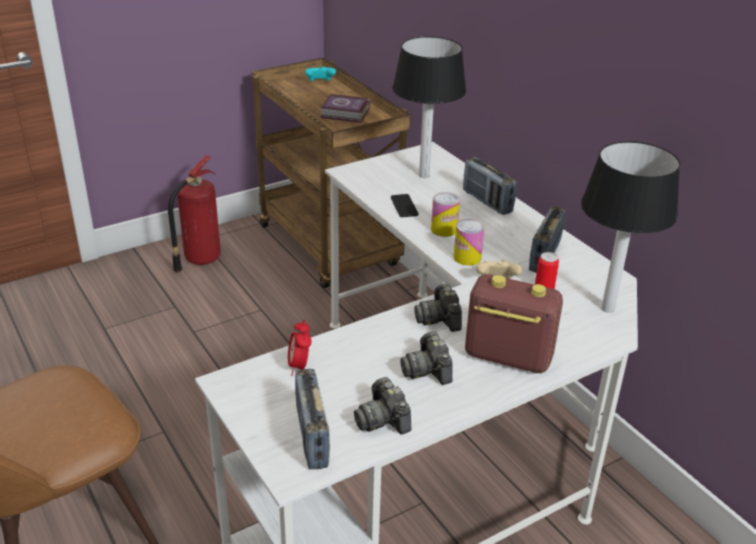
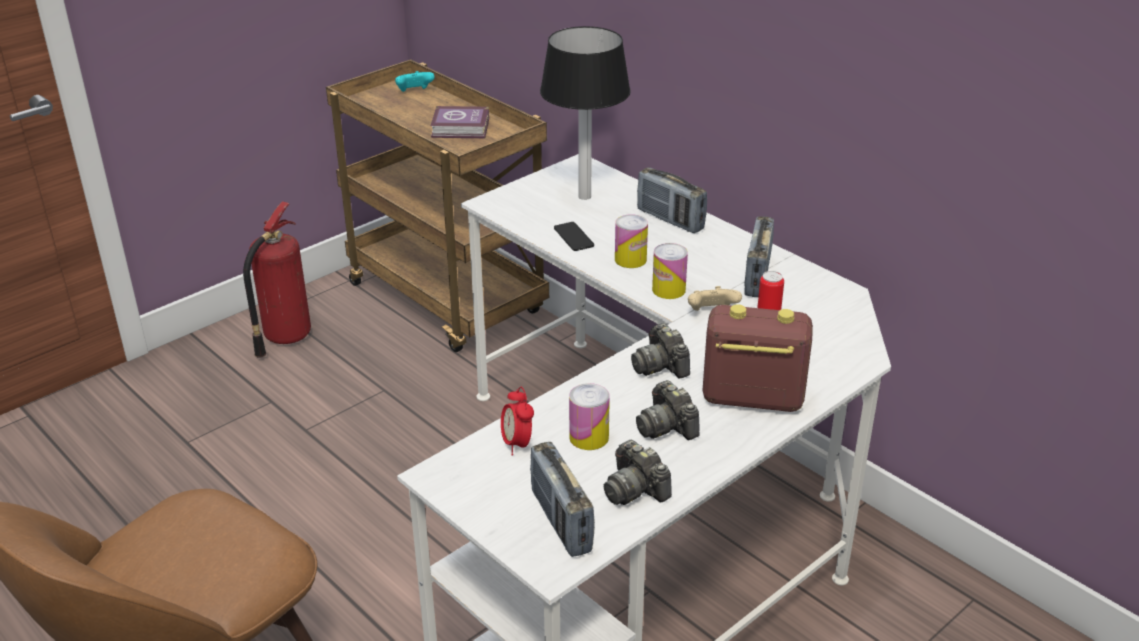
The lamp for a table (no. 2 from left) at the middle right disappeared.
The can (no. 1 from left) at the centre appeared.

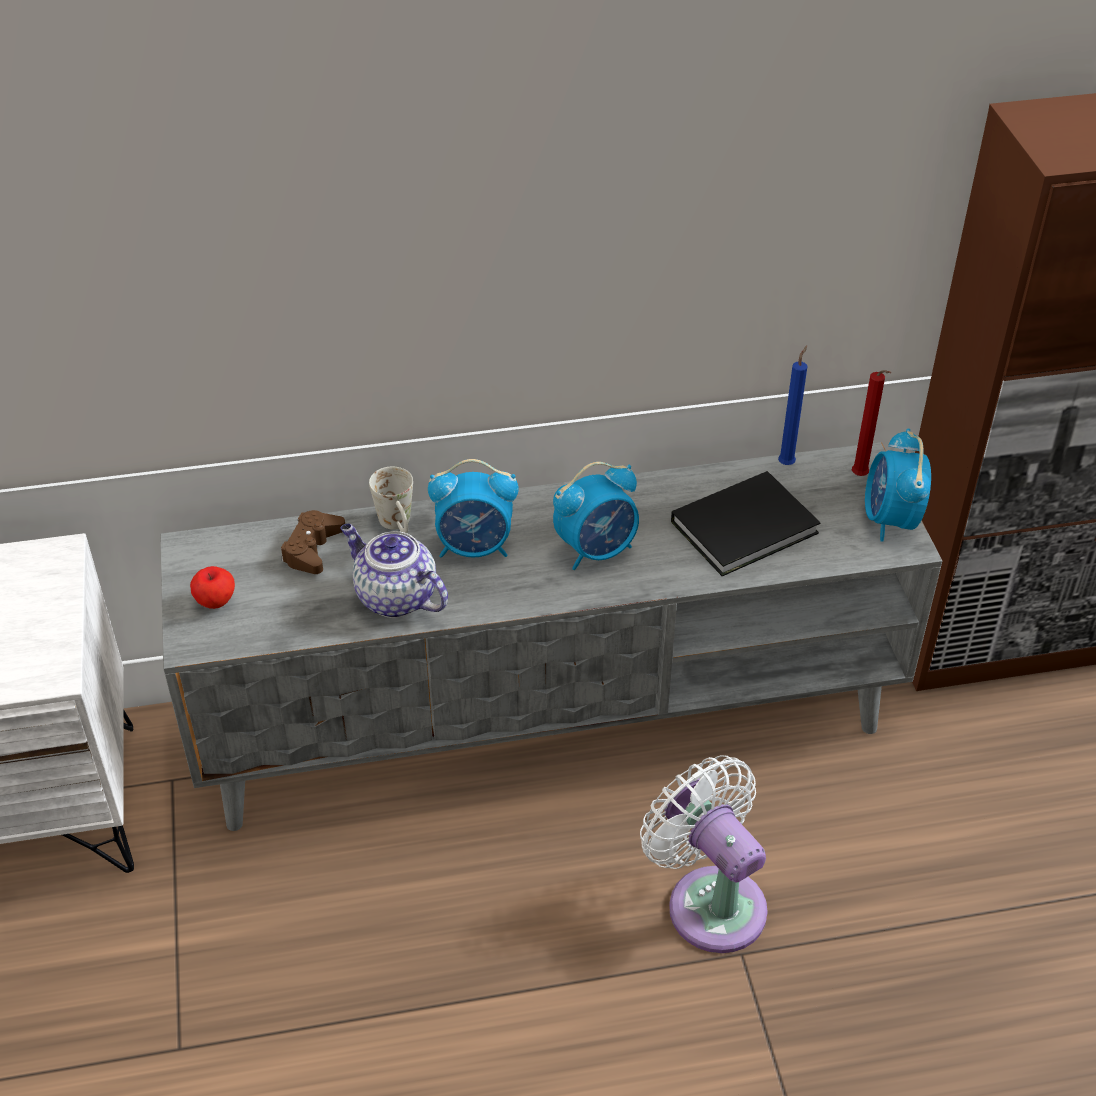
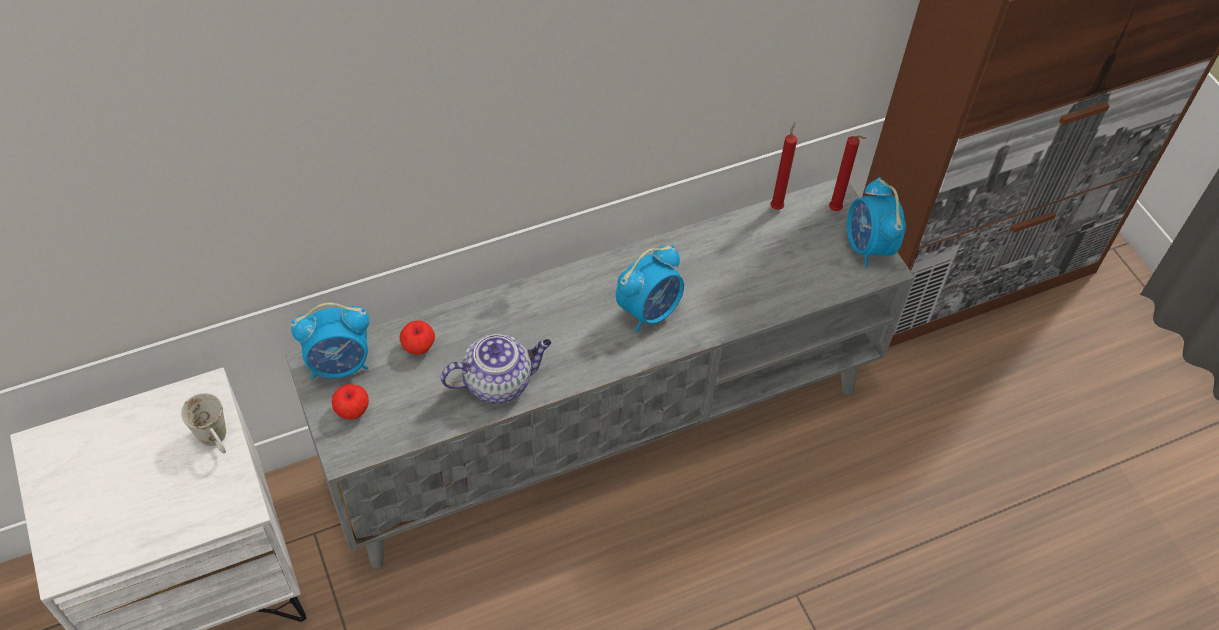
The cooling fan (white-coloured) at the bottom centre disappeared.
The bound book (blackish) at the middle right disappeared.
The coffee mug (white-coloured) moved from the centre to the bottom left.
The alarm clock (no. 1 from left) moved from the centre to the middle left.
The gamepad (brownish) at the middle left was replaced by the apple fruit (no. 2 from left) at the centre.
The wax candle (blue) at the middle right became the wax candle (reddish) (no. 1 from left) at the top centre.
The teapot at the centre turned 135 degrees clockwise.

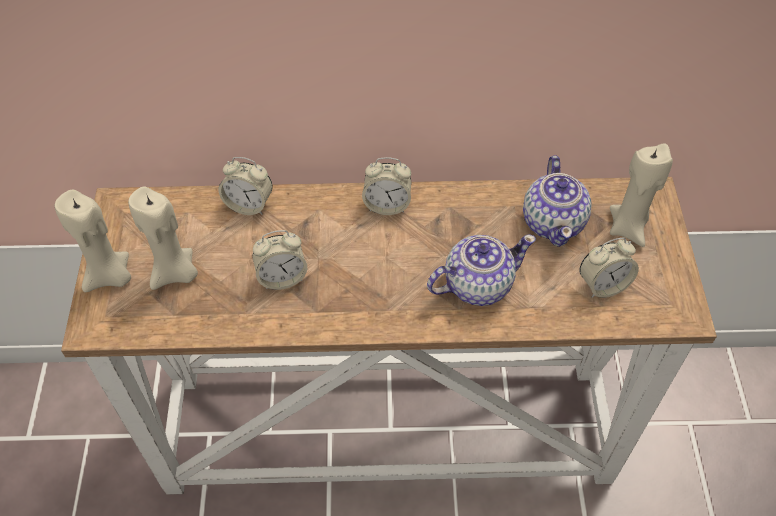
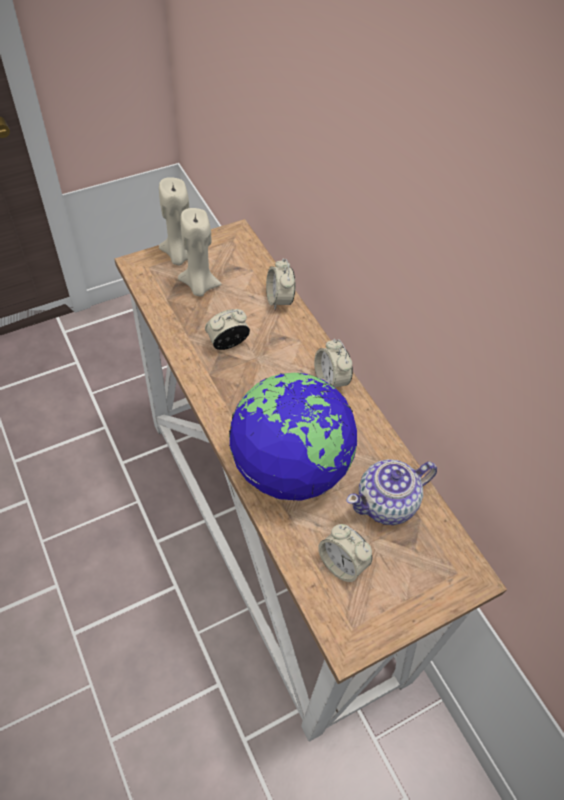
The wax candle (beige-coloured) (no. 3 from left) at the middle right disappeared.
The teapot (no. 1 from left) at the centre was replaced by the globe at the centre.
The alarm clock (no. 2 from left in the first image) at the centre turned 105 degrees clockwise.

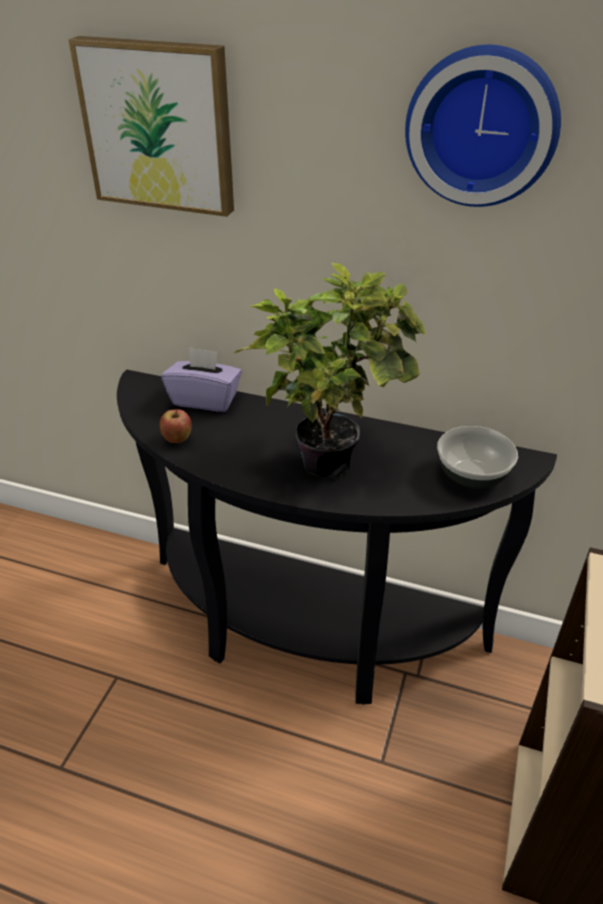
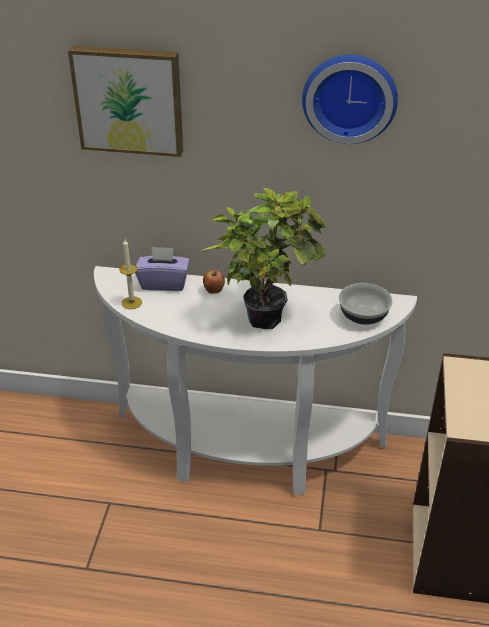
The wax candle at the middle left appeared.
The apple fruit moved from the middle left to the centre.
The narrow table (blackish) at the centre became the narrow table (white-coloured) at the centre.

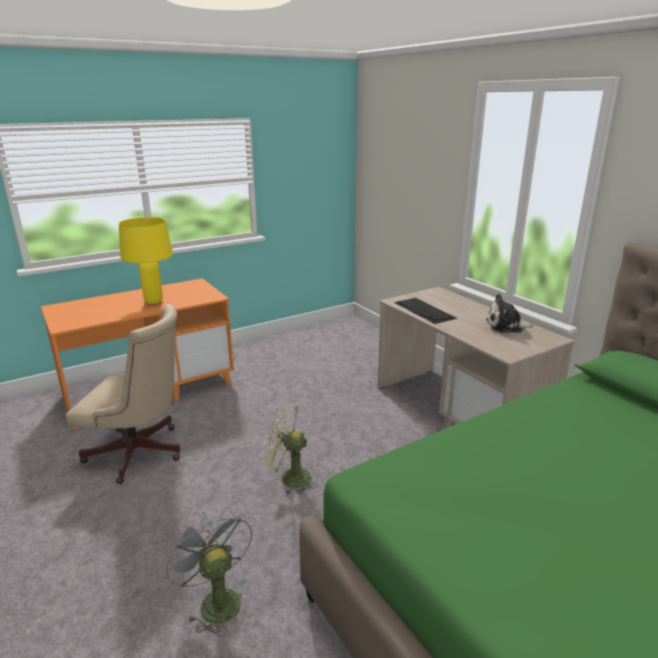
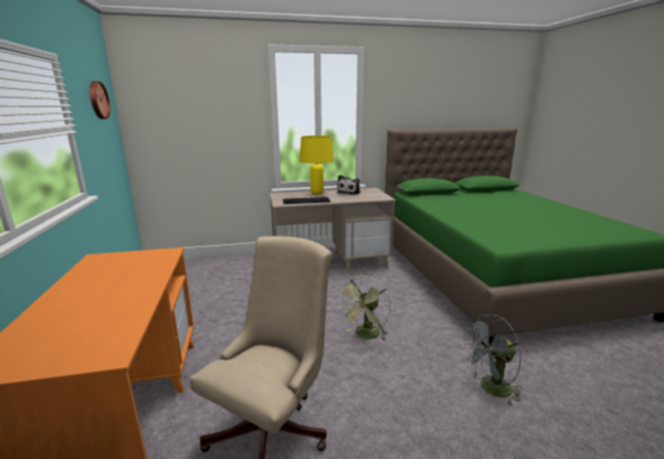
The hanging clock at the top left appeared.
The lamp for a table (yellow-coloured) moved from the middle left to the centre.

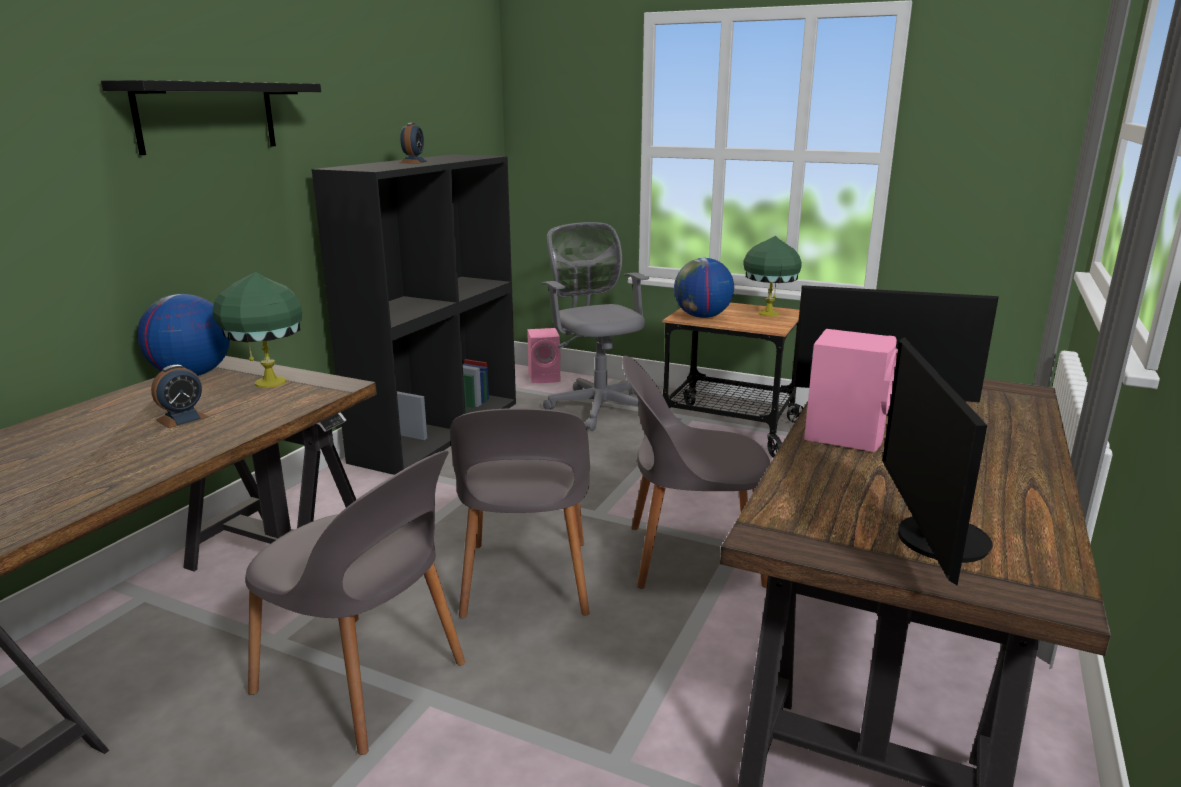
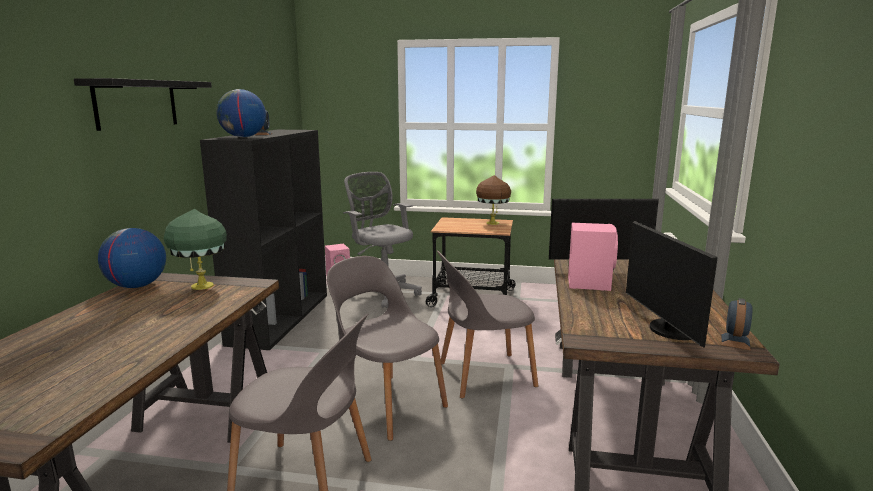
The alarm clock (no. 1 from left in the first image) moved from the middle left to the middle right.
The globe (no. 2 from left) moved from the centre to the top left.
The lamp for a table (green) (no. 2 from left) at the centre became the lamp for a table (brownish) at the centre.
The upright chair (gray) (no. 2 from left) at the centre turned 150 degrees clockwise.

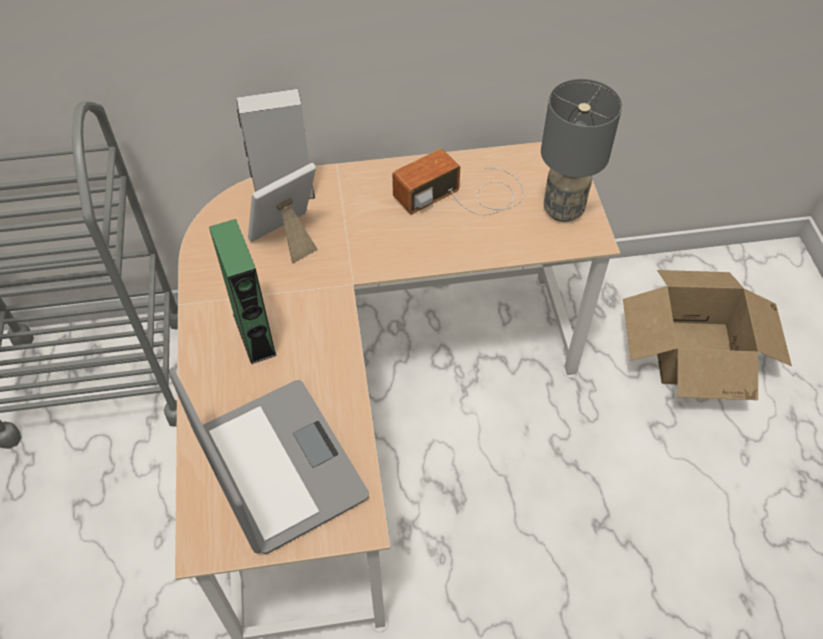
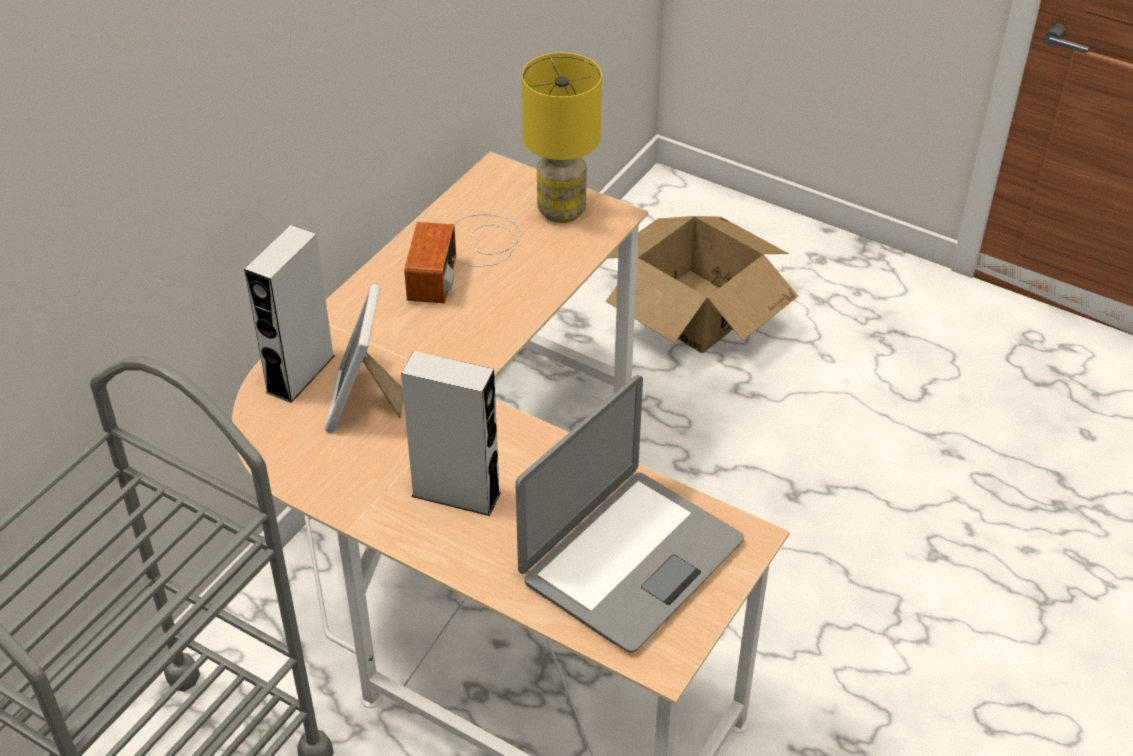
The speaker (green) at the middle left became the speaker (gray) (no. 2 from left) at the centre.
The lamp for a table (gray) at the top right became the lamp for a table (yellow-coloured) at the top centre.
The notebook computer at the bottom left turned 120 degrees clockwise.

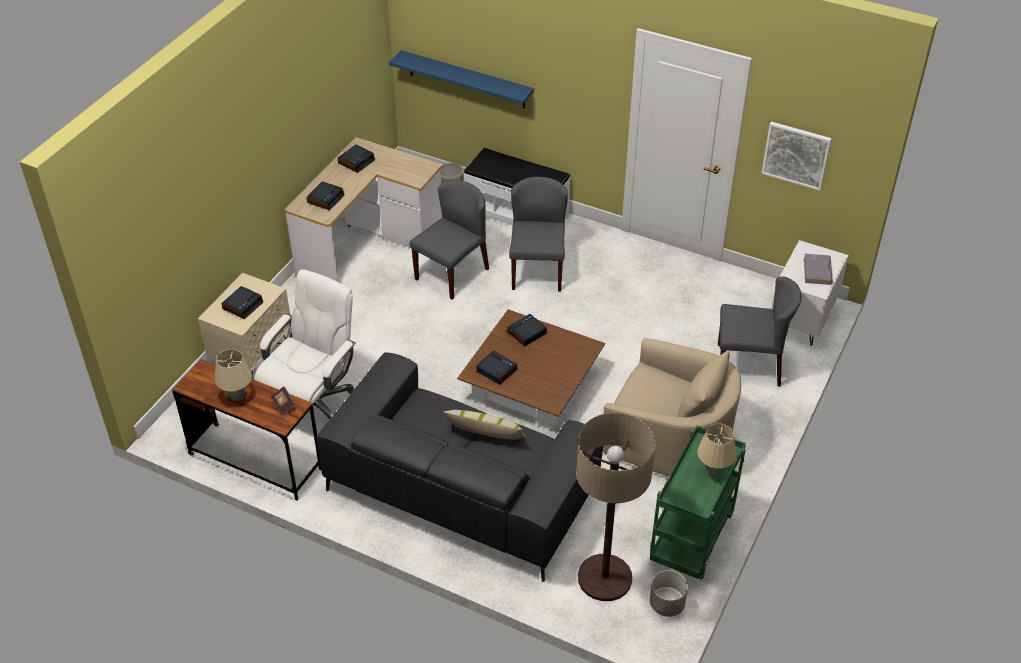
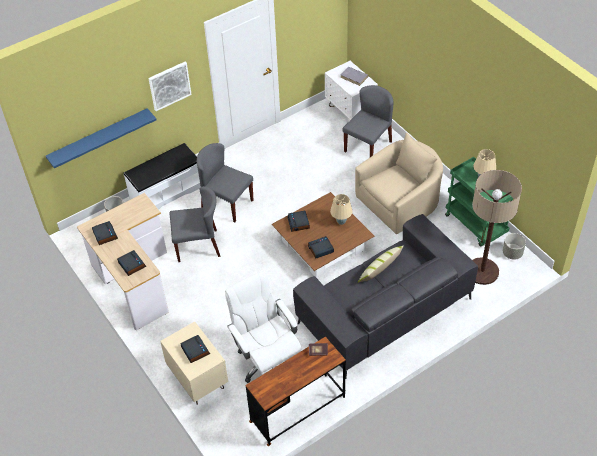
The lamp for a table (beige-coloured) (no. 1 from left) moved from the middle left to the centre.
The wall picture moved from the top right to the top left.
The upright chair (gray) (no. 1 from left) at the centre turned 105 degrees clockwise.

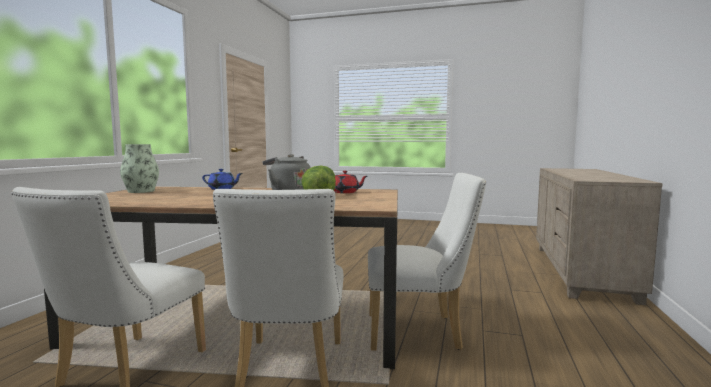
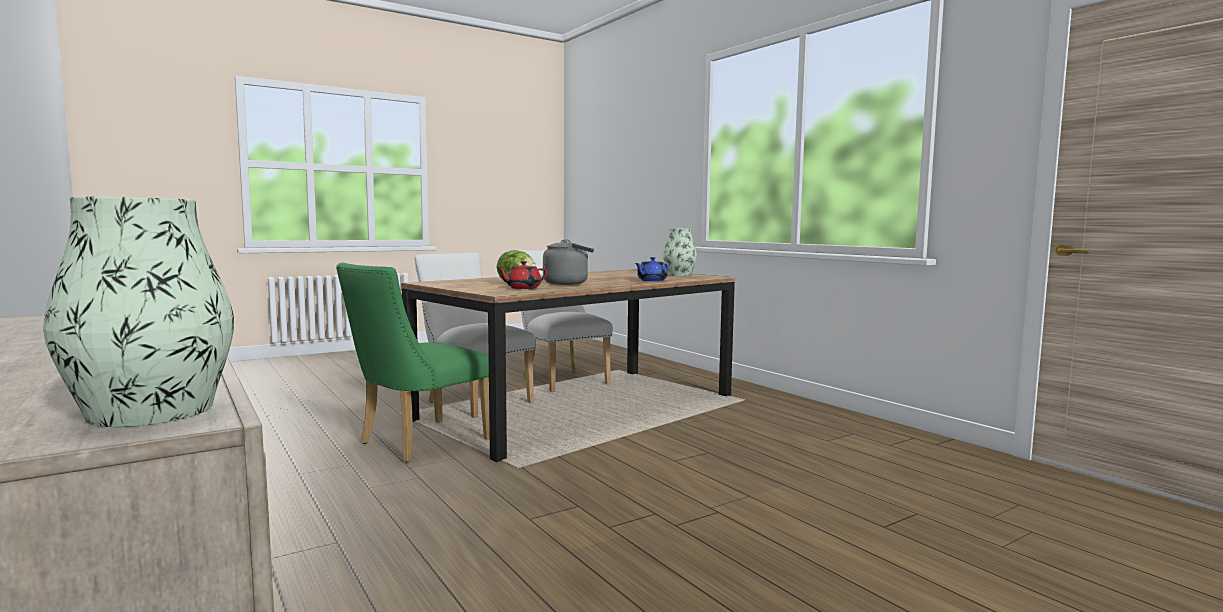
The flower vase (no. 1 from left) at the middle left appeared.
The upright chair (white-coloured) (no. 3 from left) at the bottom centre became the upright chair (green) at the centre.

